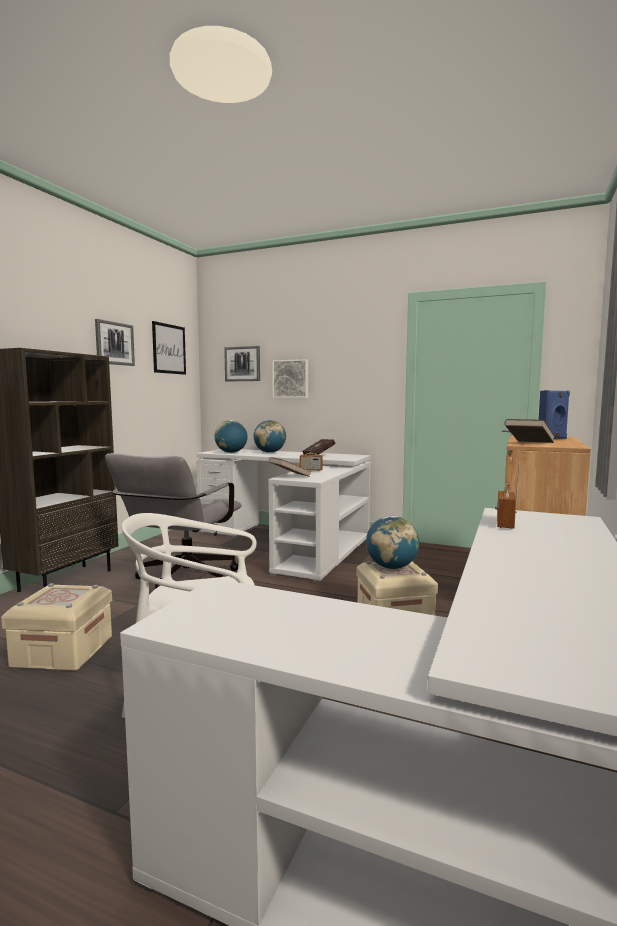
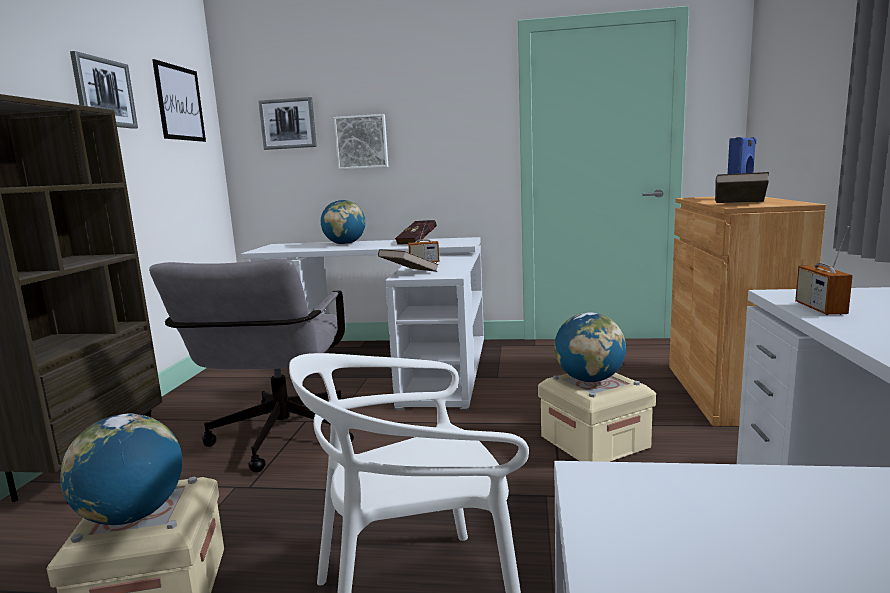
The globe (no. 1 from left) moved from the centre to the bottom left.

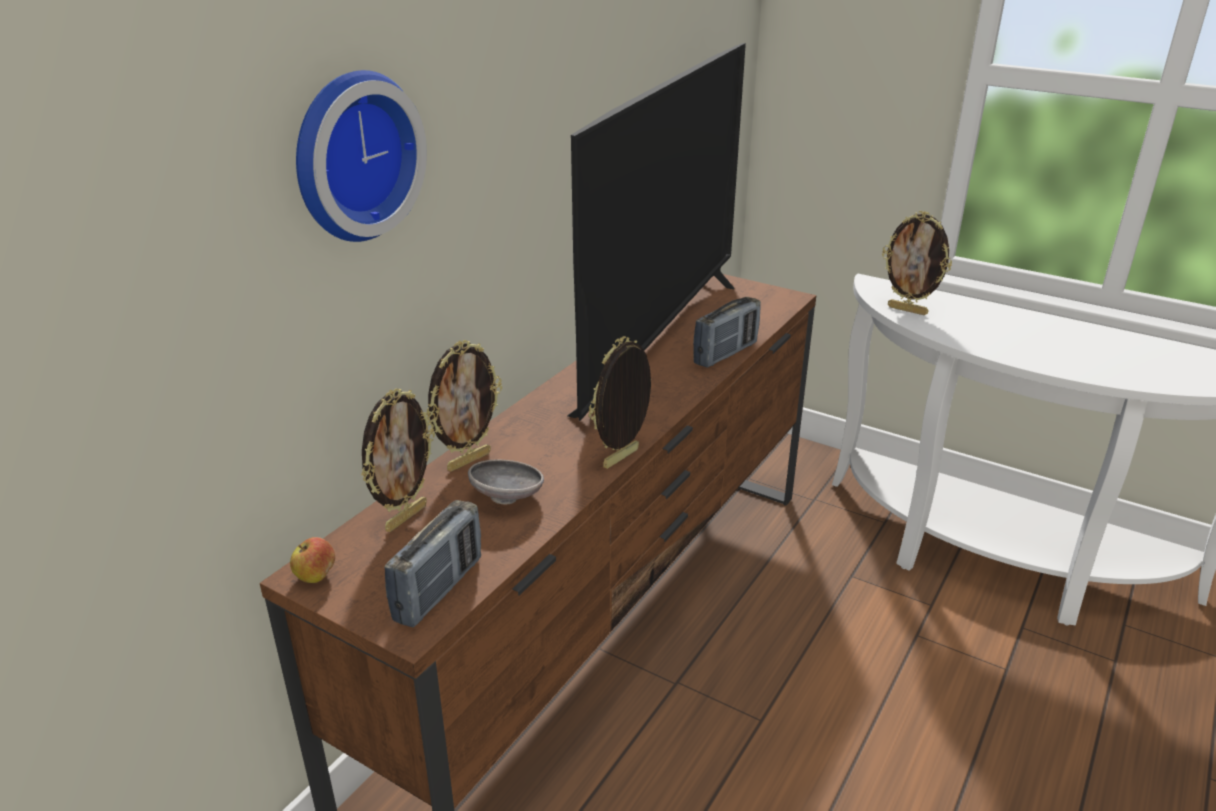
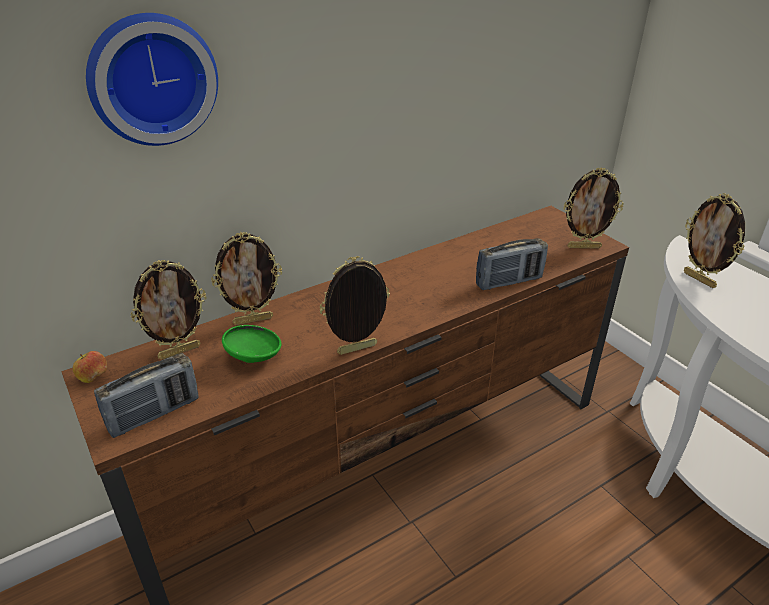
The television at the top centre disappeared.
The standing frame (no. 4 from left) at the middle right appeared.
The deep dish (gray) at the centre became the deep dish (green) at the middle left.

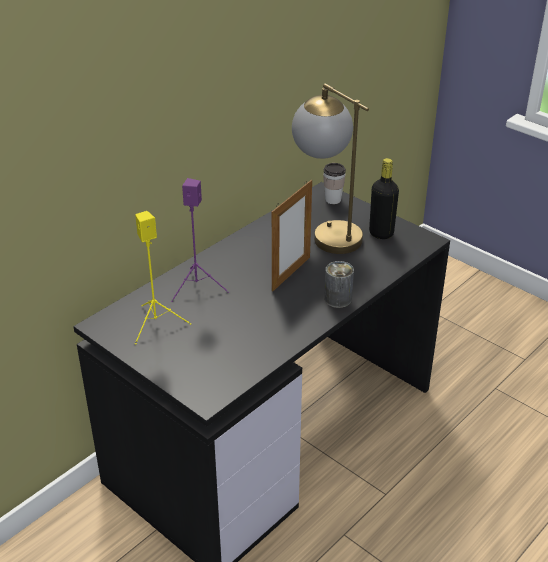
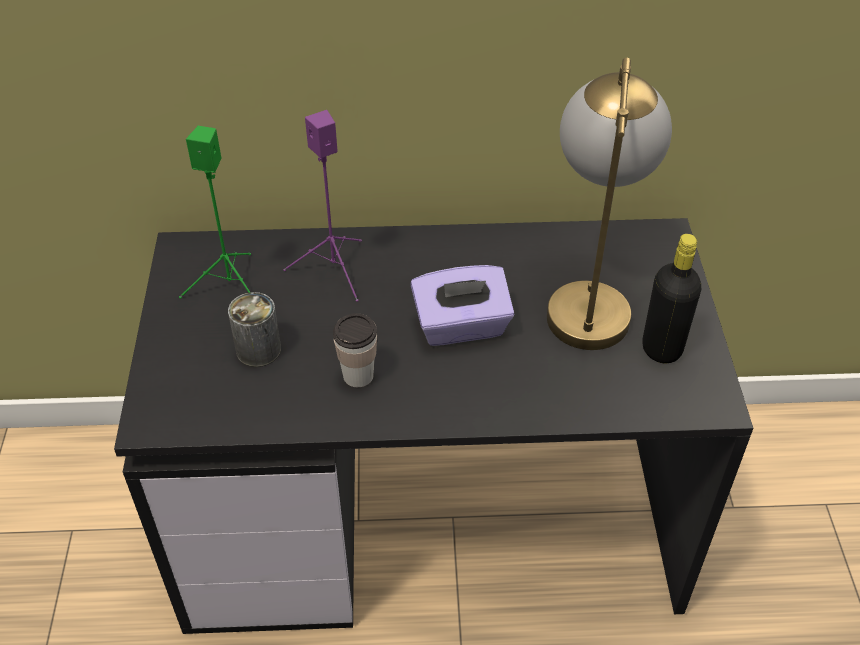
The drinking cup moved from the top centre to the centre.
The can moved from the centre to the middle left.
The standing frame at the centre was replaced by the box of tissues (purple) at the centre.
The speaker (yellow-coloured) at the middle left became the speaker (green) at the top left.

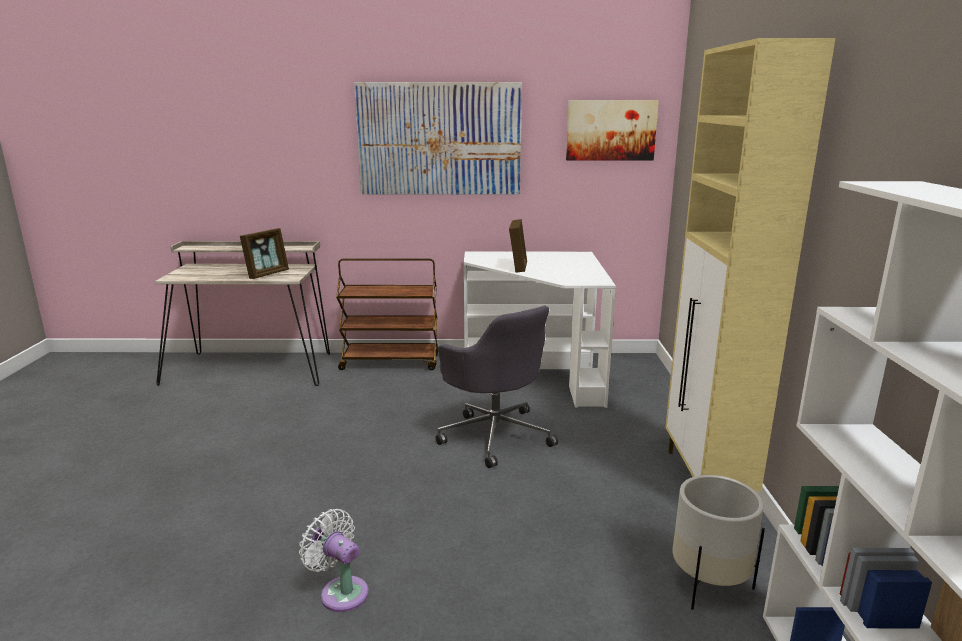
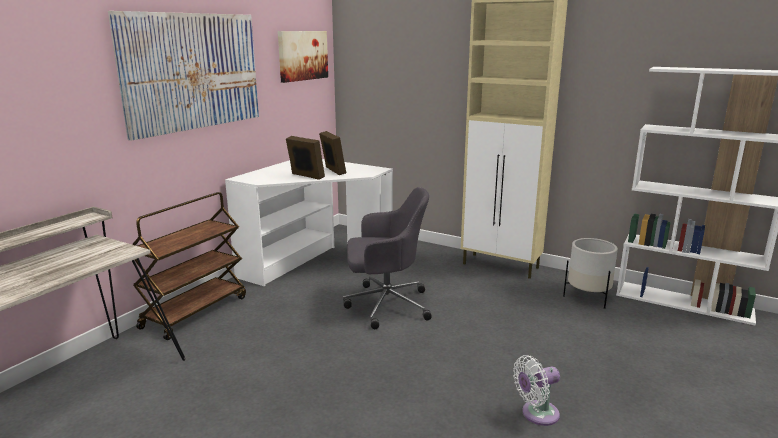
The standing frame (no. 1 from left in the first image) moved from the middle left to the centre.

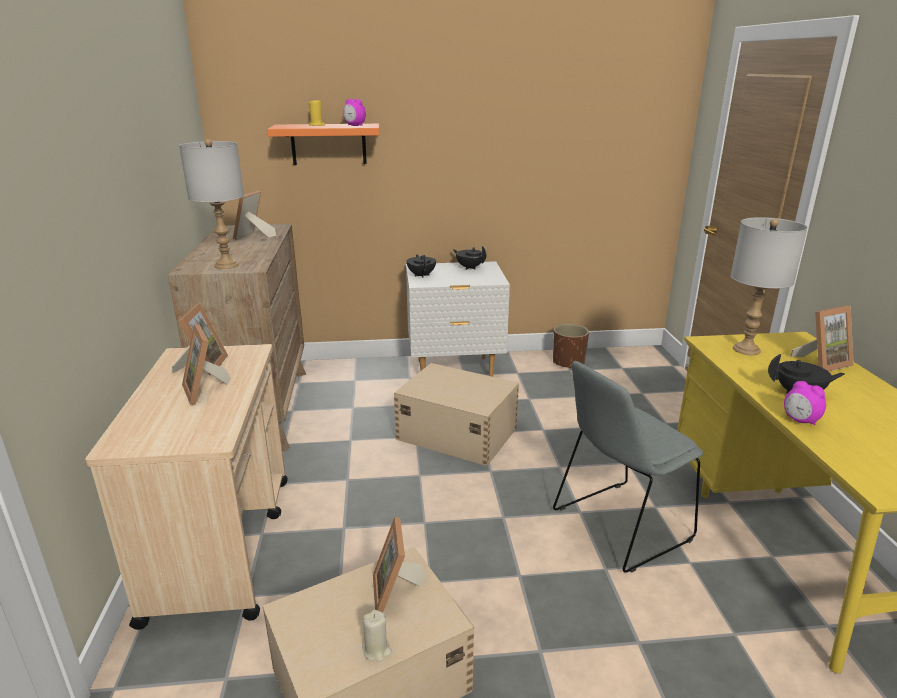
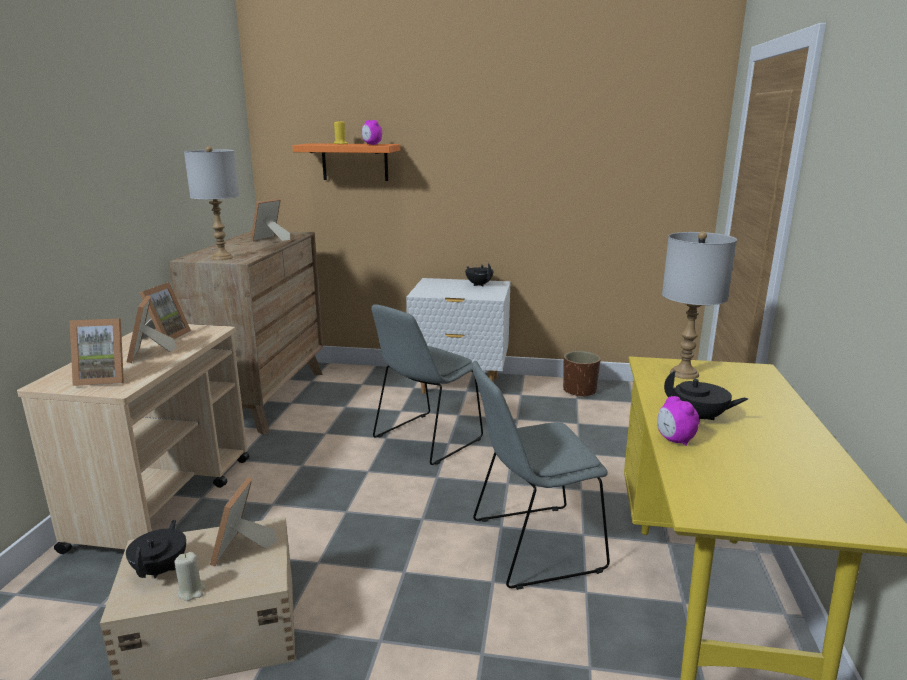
The teapot (blackish) (no. 1 from left) moved from the centre to the bottom left.
The standing frame (no. 5 from left in the first image) moved from the middle right to the middle left.
The storage bin (beige-coloured) (no. 2 from left) at the centre was replaced by the upright chair (gray) (no. 1 from left) at the centre.

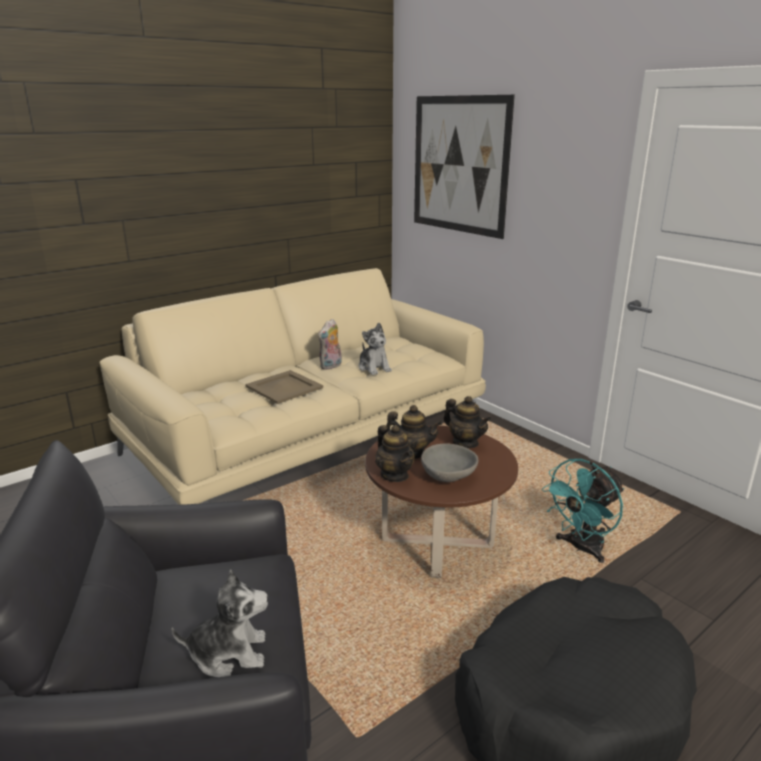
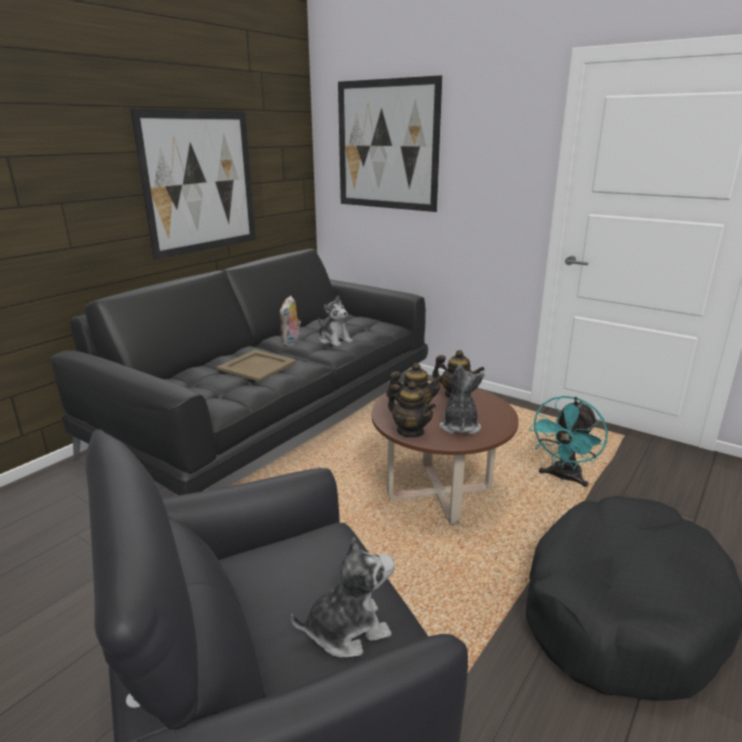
The wall picture (no. 1 from left) at the top left appeared.
The deep dish (gray) at the centre was replaced by the cuddly toy (no. 4 from left) at the centre.
The couch (beige-coloured) at the centre became the couch (blackish) at the middle left.

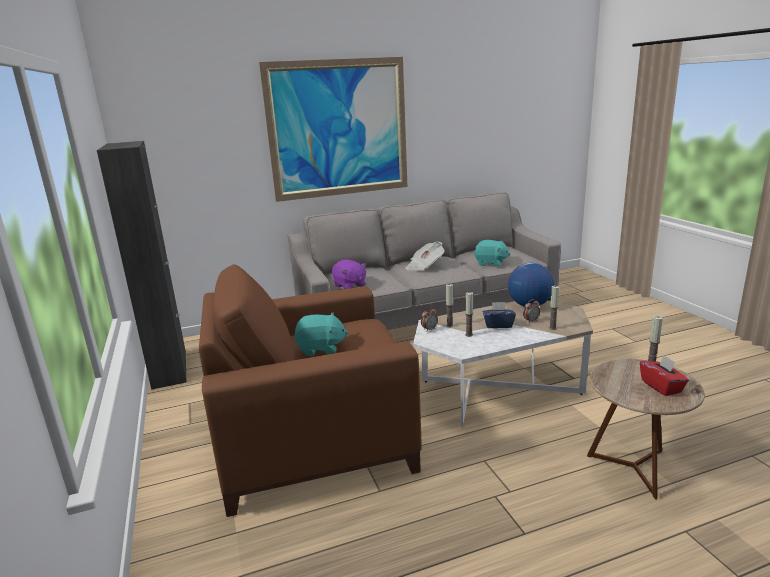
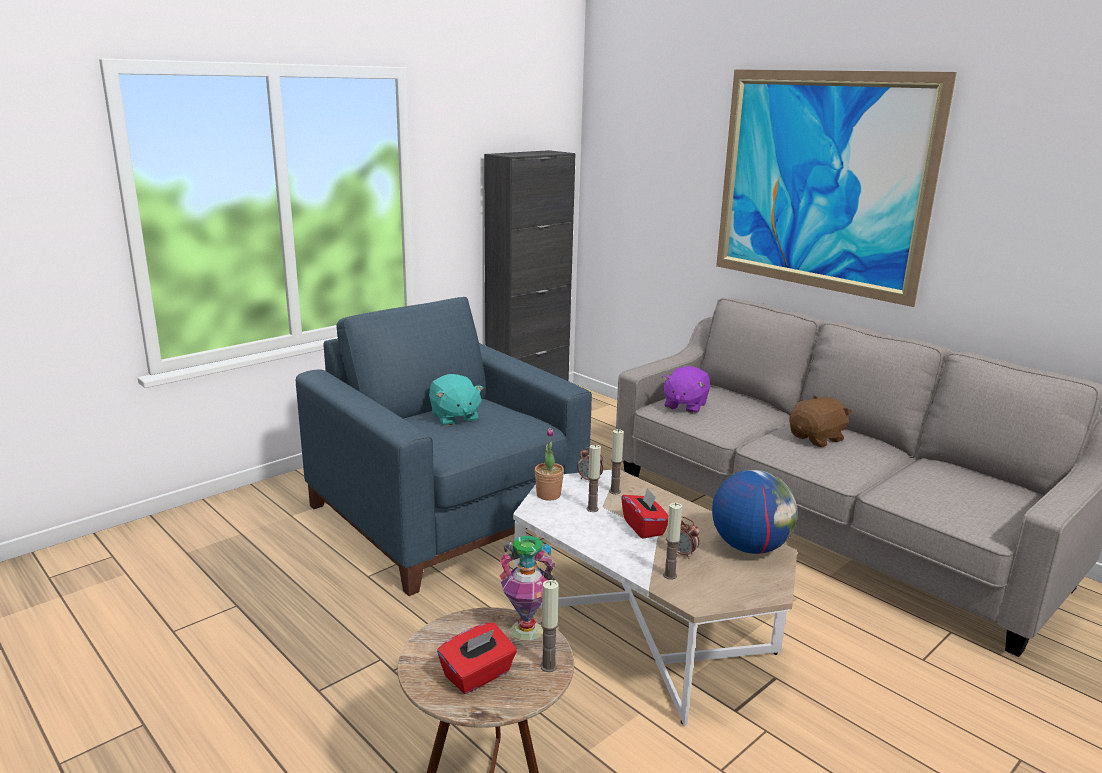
The cuddly toy (blue-green) (no. 2 from left) at the centre disappeared.
The flower vase at the bottom centre appeared.
The plant in a pot at the centre appeared.
The printed paper at the centre was replaced by the cuddly toy (brownish) at the middle right.
The easy chair (brownish) at the bottom centre became the easy chair (blue) at the centre.
The box of tissues (blue) at the centre became the box of tissues (reddish) (no. 2 from left) at the centre.

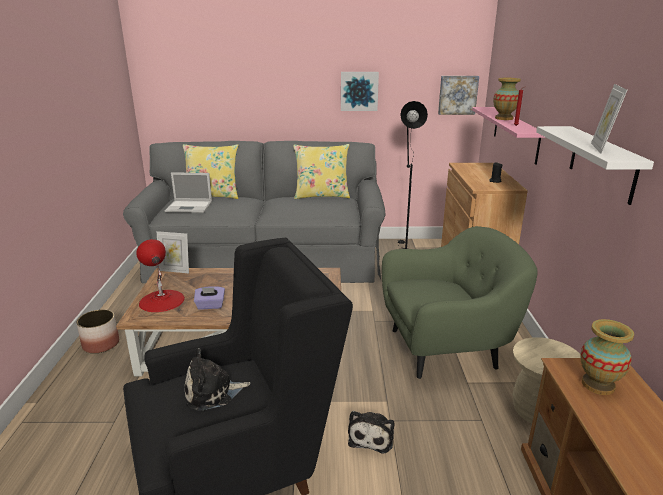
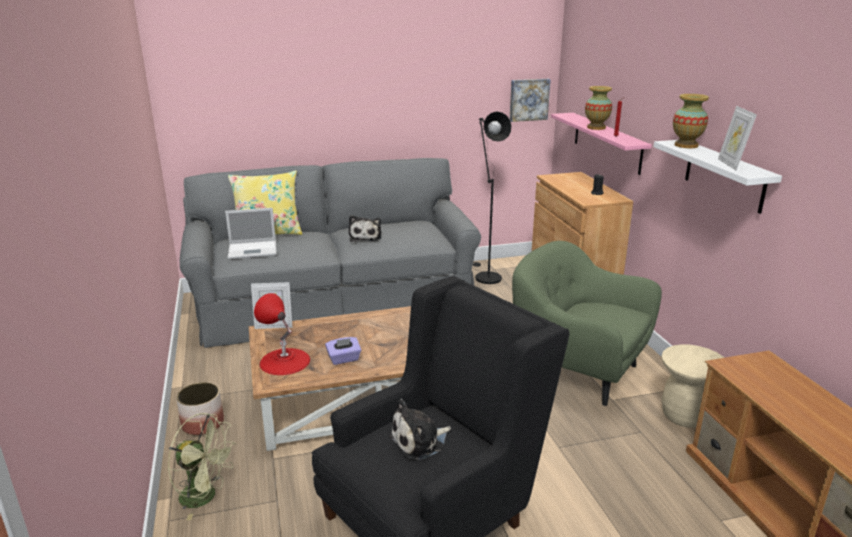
The pillow (yellow-coloured) (no. 2 from left) at the centre disappeared.
The wall picture (no. 1 from left) at the top centre disappeared.
The cooling fan (green) at the bottom left appeared.
The cuddly toy (no. 2 from left in the first image) moved from the bottom centre to the centre.
The flower vase (no. 2 from left) moved from the bottom right to the top right.
The easy chair (green) at the middle right turned 120 degrees counterclockwise.

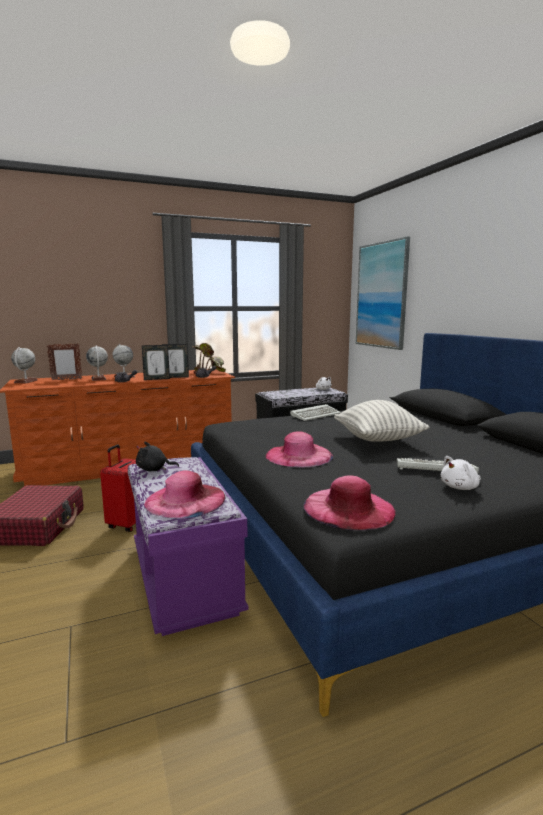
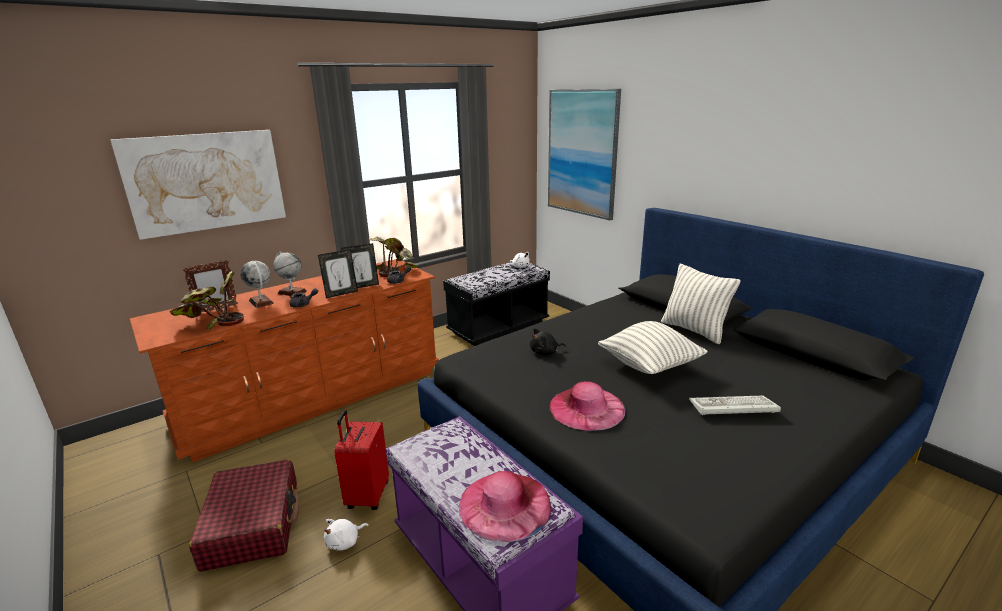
The globe (no. 1 from left) at the middle left disappeared.
The PC keyboard (no. 1 from left) at the centre disappeared.
The wearable hat (pinkish) (no. 3 from left) at the centre disappeared.
The wall picture (no. 1 from left) at the top left appeared.
The plant in a pot (no. 1 from left) at the middle left appeared.
The pillow (no. 2 from left) at the middle right appeared.
The cuddly toy (blackish) moved from the middle left to the centre.
The cuddly toy (white-coloured) (no. 2 from left in the first image) moved from the middle right to the bottom centre.

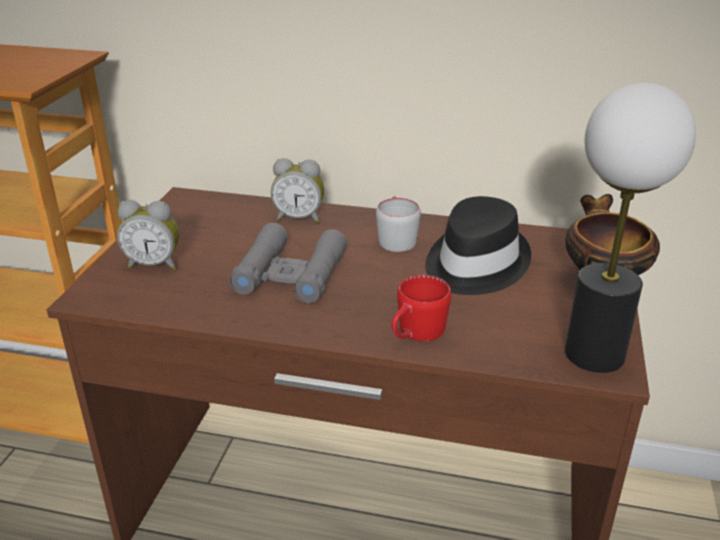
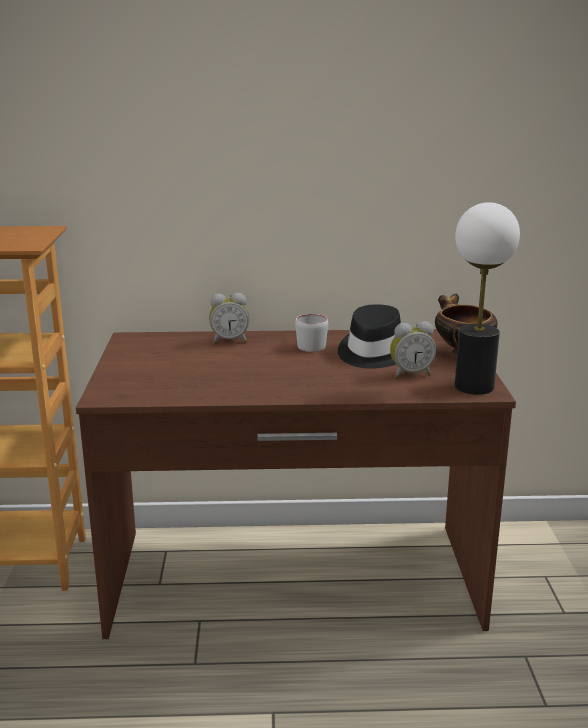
The pair of binoculars (gray) at the centre disappeared.
The coffee mug (reddish) at the centre disappeared.
The alarm clock (no. 1 from left in the first image) moved from the middle left to the middle right.

